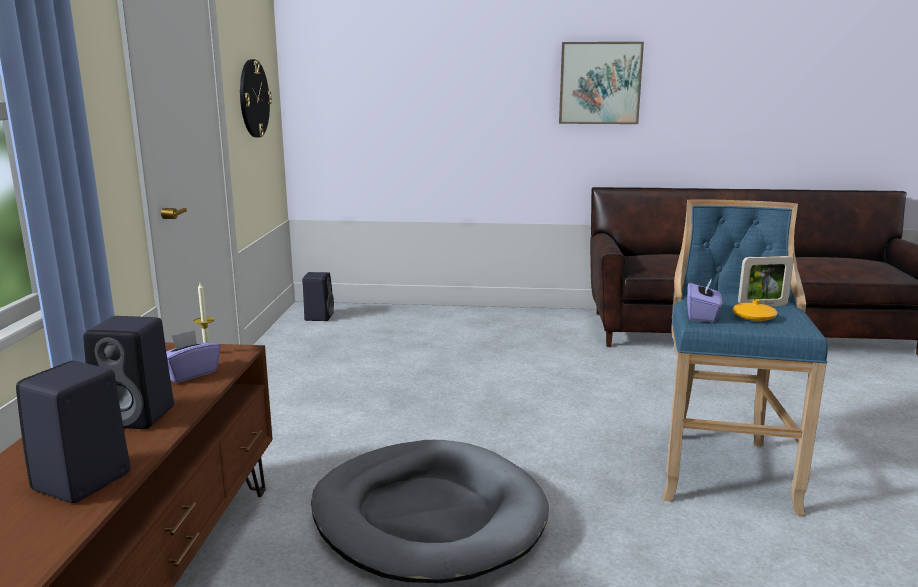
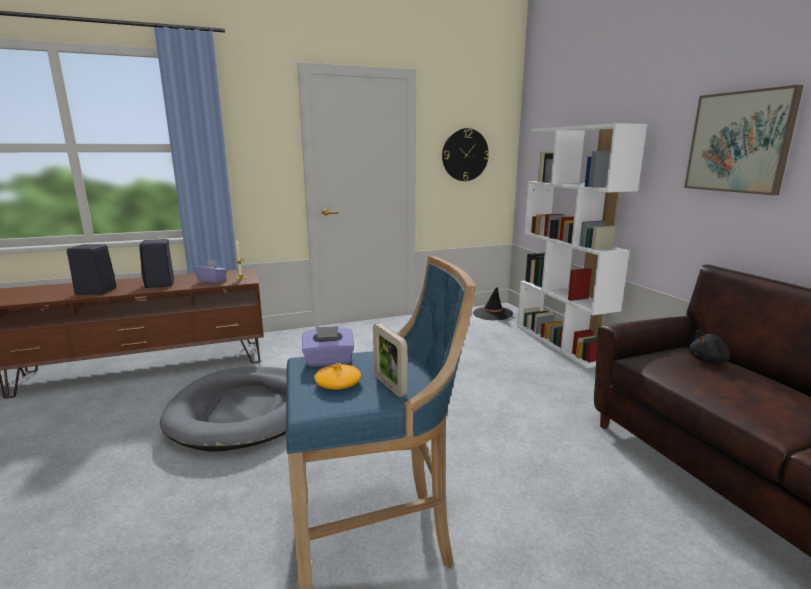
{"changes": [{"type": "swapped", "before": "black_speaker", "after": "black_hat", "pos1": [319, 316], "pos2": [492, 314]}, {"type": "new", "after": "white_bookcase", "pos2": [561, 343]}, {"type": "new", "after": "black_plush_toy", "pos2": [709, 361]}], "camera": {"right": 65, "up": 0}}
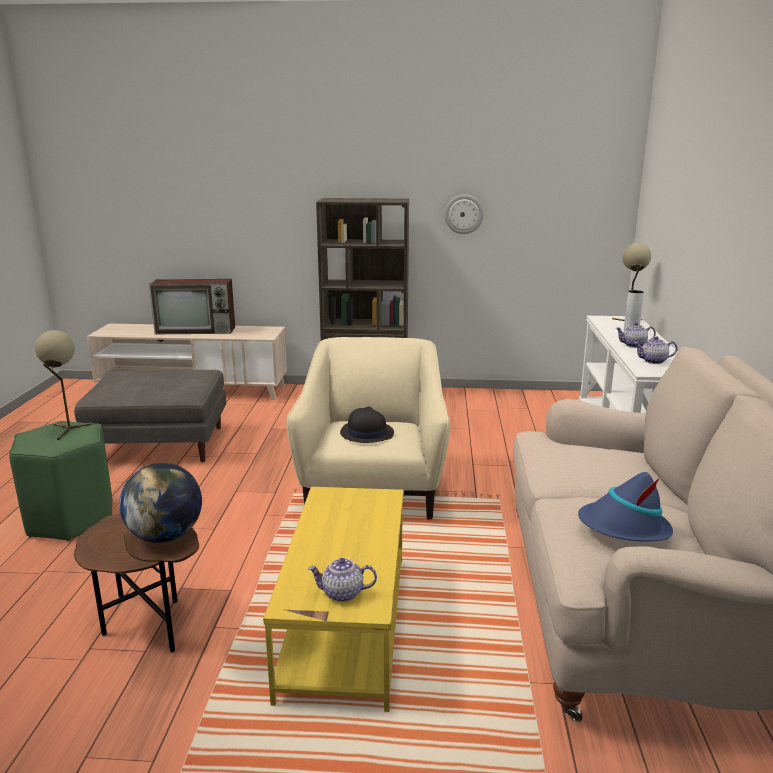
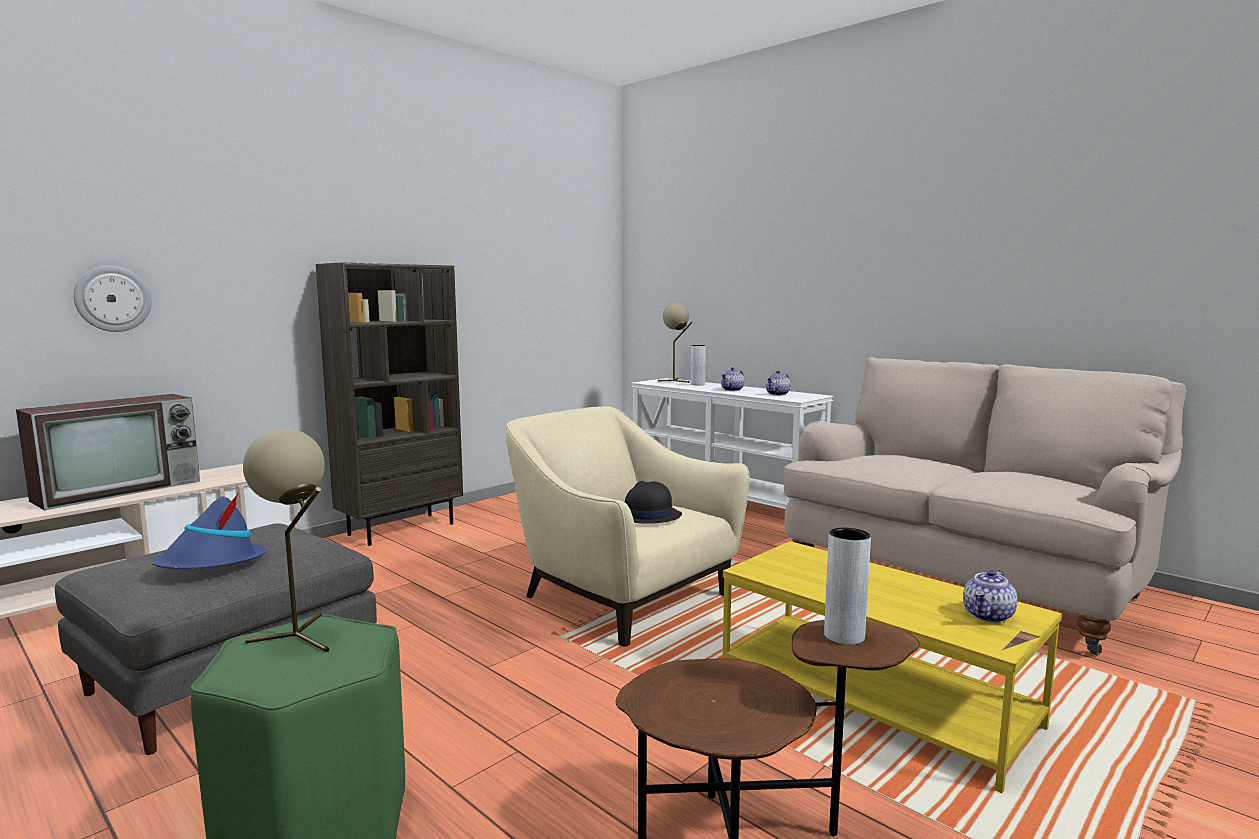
{"changes": [{"type": "shifted", "before": "wall_clock", "pos1": [464, 214], "pos2": [113, 299]}, {"type": "swapped", "before": "globe", "after": "grey_vase", "pos1": [165, 536], "pos2": [844, 636]}, {"type": "shifted", "before": "blue_hat", "pos1": [623, 528], "pos2": [212, 564]}], "camera": {"right": -50, "up": -10}}
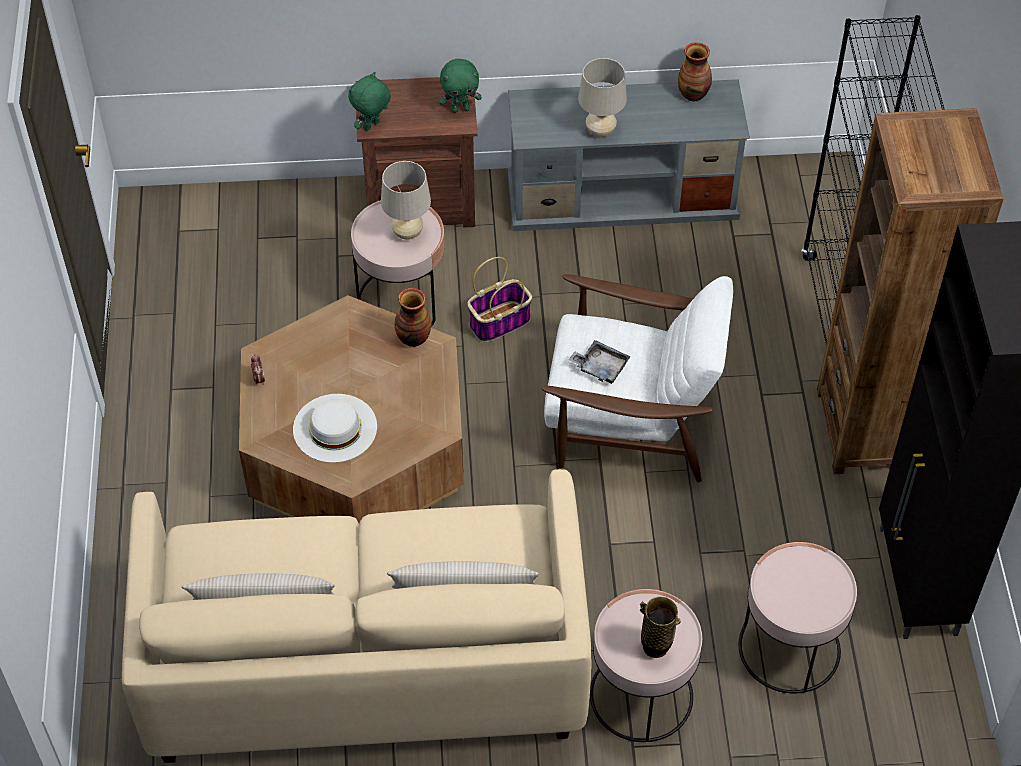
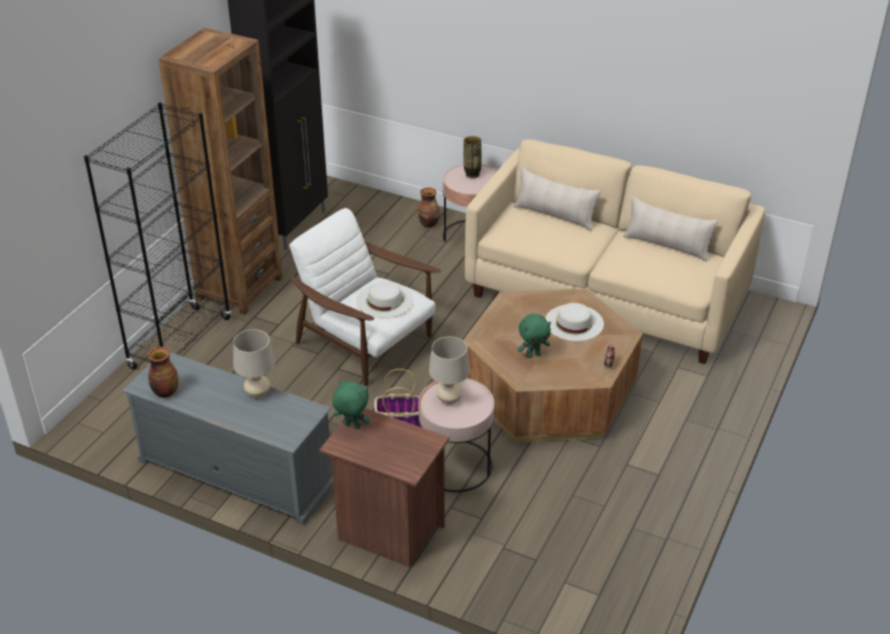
{"changes": [{"type": "shifted", "before": "green_plush_toy", "pos1": [372, 126], "pos2": [533, 355]}, {"type": "shifted", "before": "vase", "pos1": [412, 338], "pos2": [429, 224]}, {"type": "swapped", "before": "grey_tray", "after": "white_hat", "pos1": [600, 367], "pos2": [384, 300]}, {"type": "gone", "before": "pink_side_table", "pos1": [789, 649]}], "camera": {"right": -150, "up": -15}}
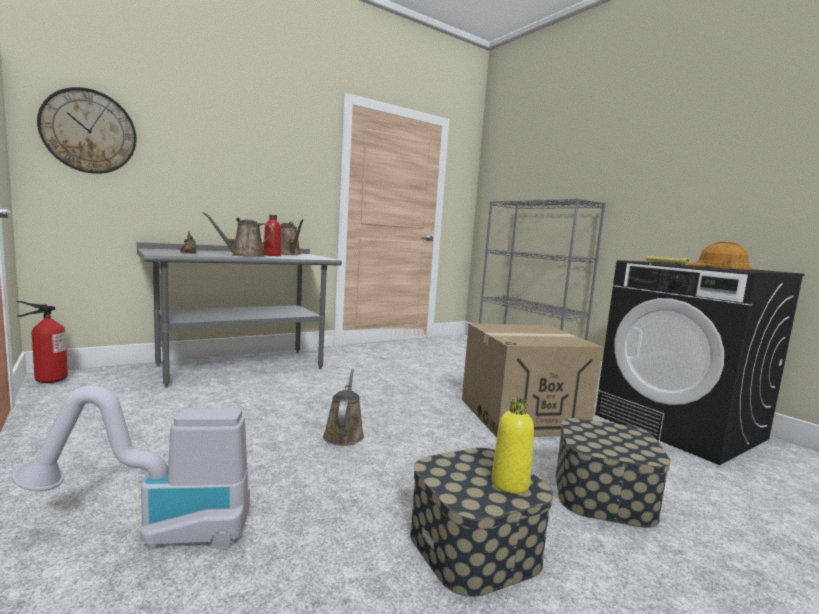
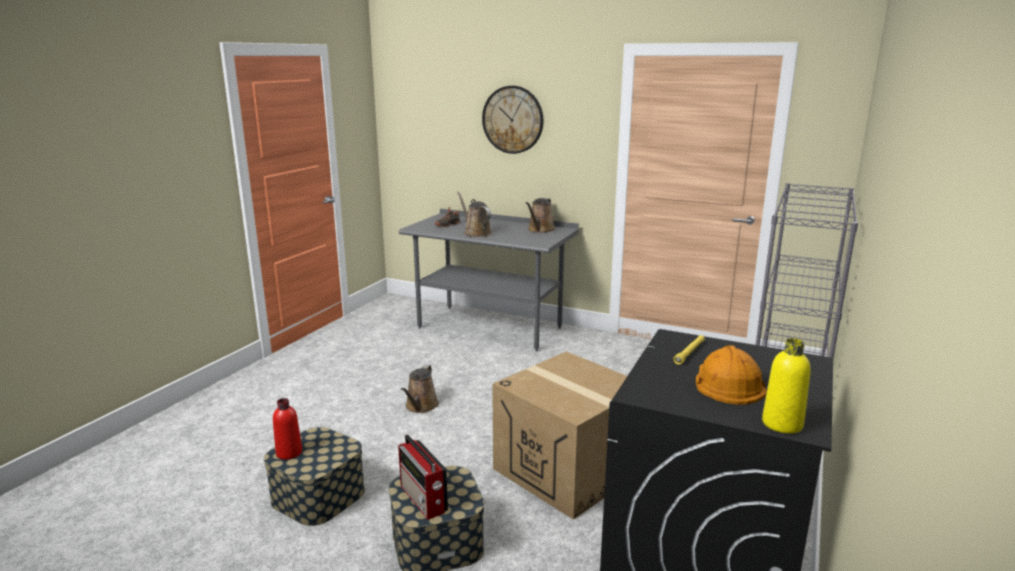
{"changes": [{"type": "shifted", "before": "wall_clock", "pos1": [89, 131], "pos2": [513, 119]}, {"type": "shifted", "before": "red_bottle", "pos1": [272, 255], "pos2": [289, 453]}, {"type": "gone", "before": "fire_extinguisher", "pos1": [49, 380]}, {"type": "rotated", "before": "brown_watering_can", "pos1": [344, 434], "pos2": [420, 406], "turn": 135}, {"type": "gone", "before": "vacuum_cleaner", "pos1": [158, 531]}, {"type": "shifted", "before": "yellow_bottle", "pos1": [510, 484], "pos2": [782, 424]}, {"type": "new", "after": "radio", "pos2": [423, 499]}], "camera": {"right": 60, "up": 10}}
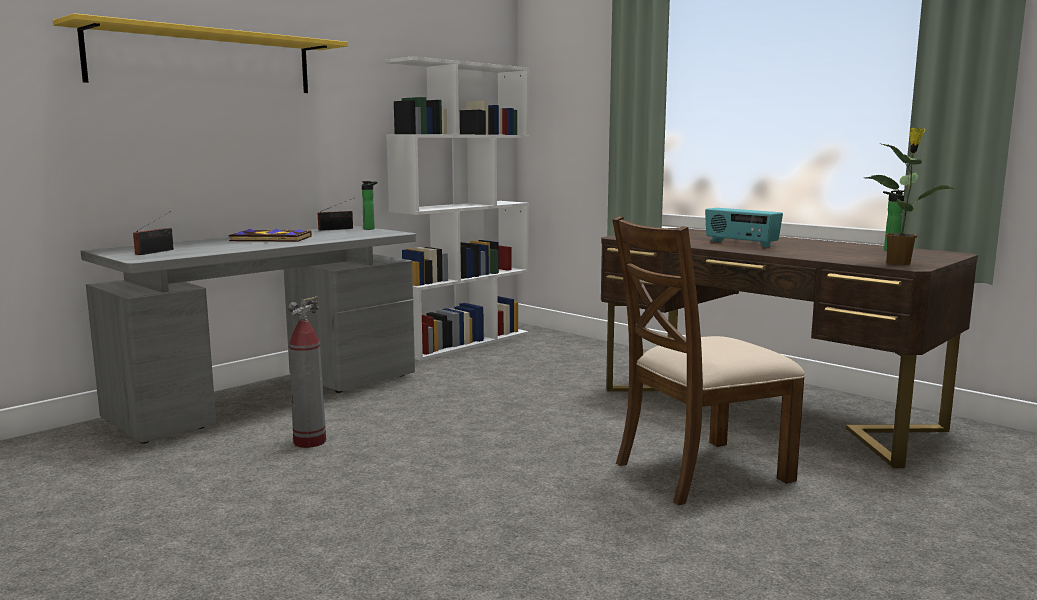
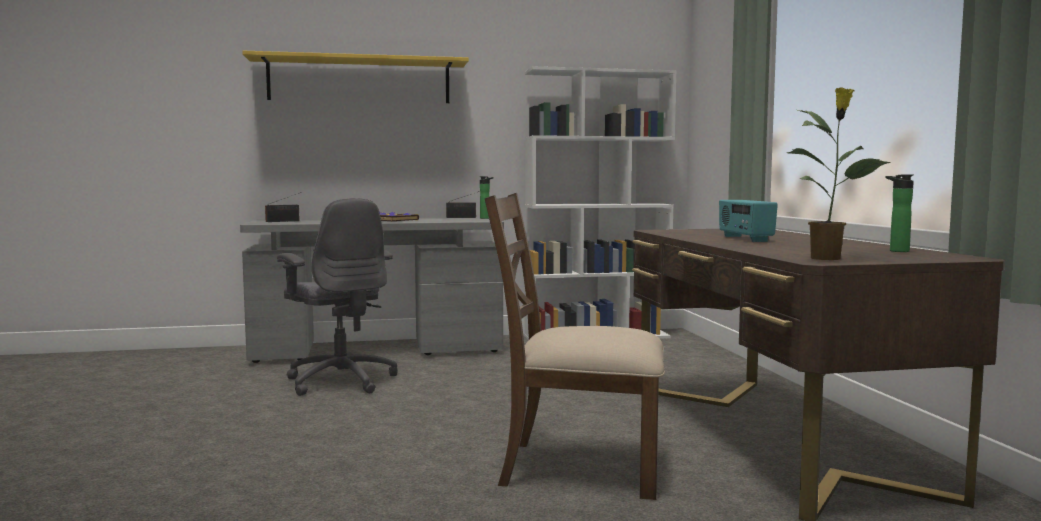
{"changes": [{"type": "swapped", "before": "fire_extinguisher", "after": "grey_office_chair", "pos1": [309, 442], "pos2": [341, 381]}], "camera": {"right": 35, "up": -5}}
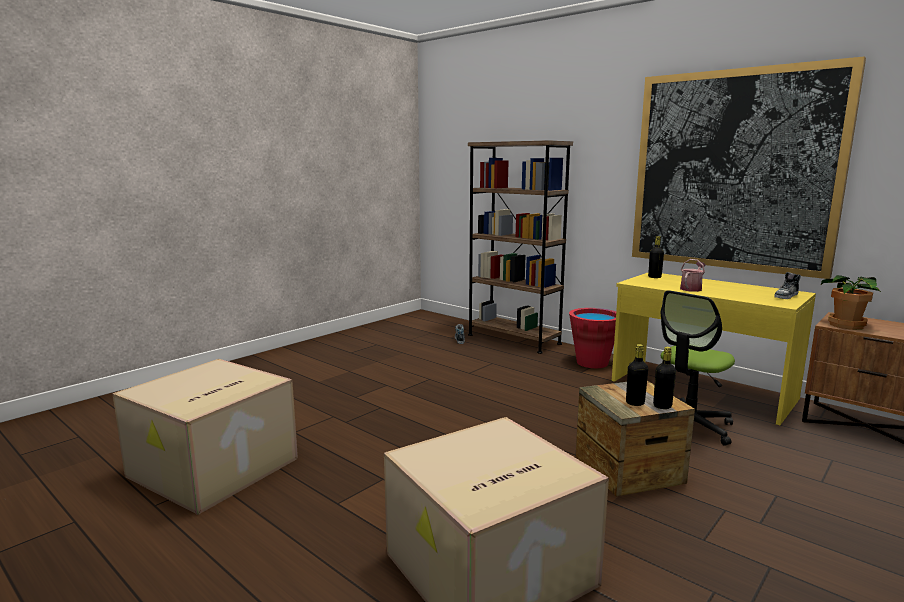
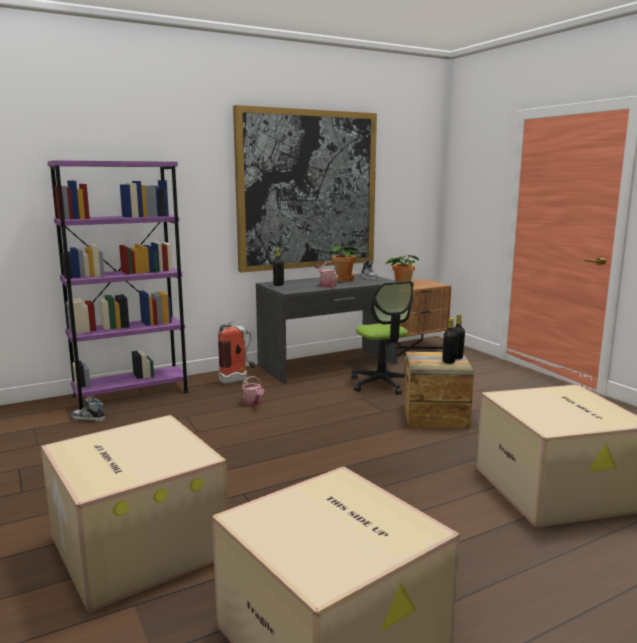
{"changes": [{"type": "repainted", "before": "brown_bookcase", "after": "purple_bookcase", "pos1": [513, 339], "pos2": [131, 394]}, {"type": "repainted", "before": "yellow_desk", "after": "grey_desk", "pos1": [701, 390], "pos2": [328, 365]}, {"type": "swapped", "before": "red_bucket", "after": "fire_extinguisher", "pos1": [592, 363], "pos2": [238, 380]}, {"type": "new", "after": "potted_plant", "pos2": [344, 279]}, {"type": "new", "after": "watering_can", "pos2": [253, 403]}, {"type": "new", "after": "cardboard_box", "pos2": [135, 545]}], "camera": {"right": -70, "up": 0}}
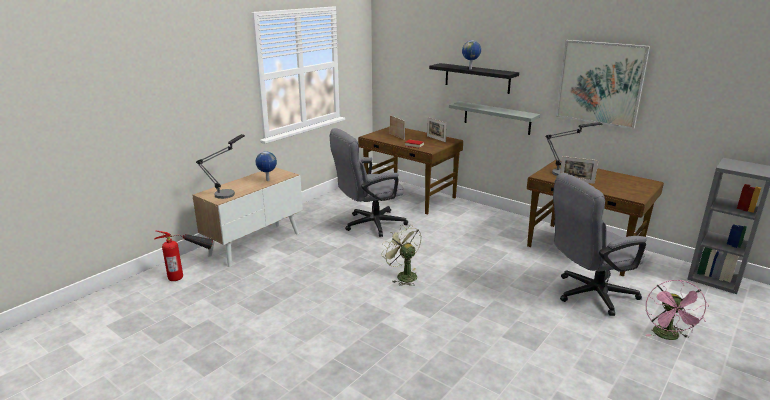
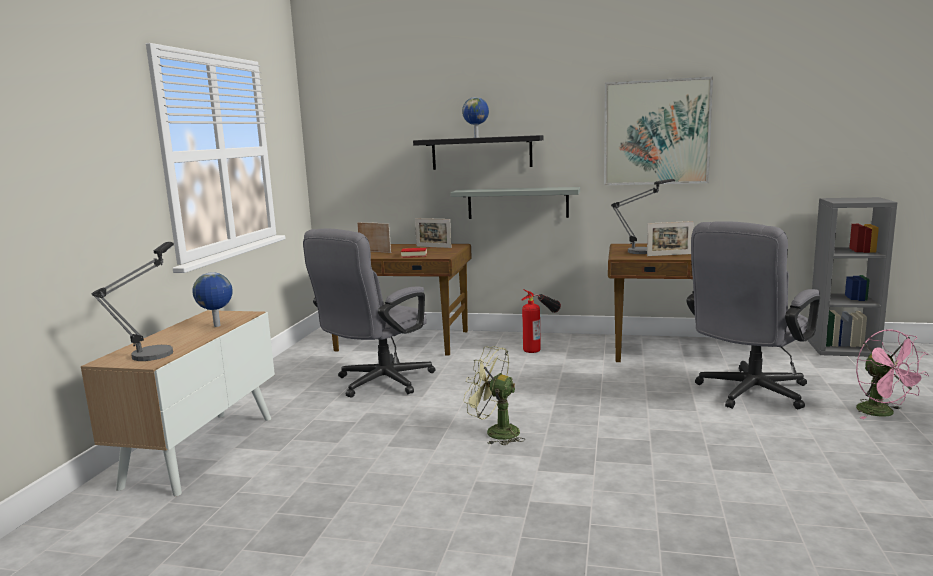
{"changes": [{"type": "shifted", "before": "fire_extinguisher", "pos1": [190, 274], "pos2": [540, 346]}], "camera": {"right": -25, "up": -10}}
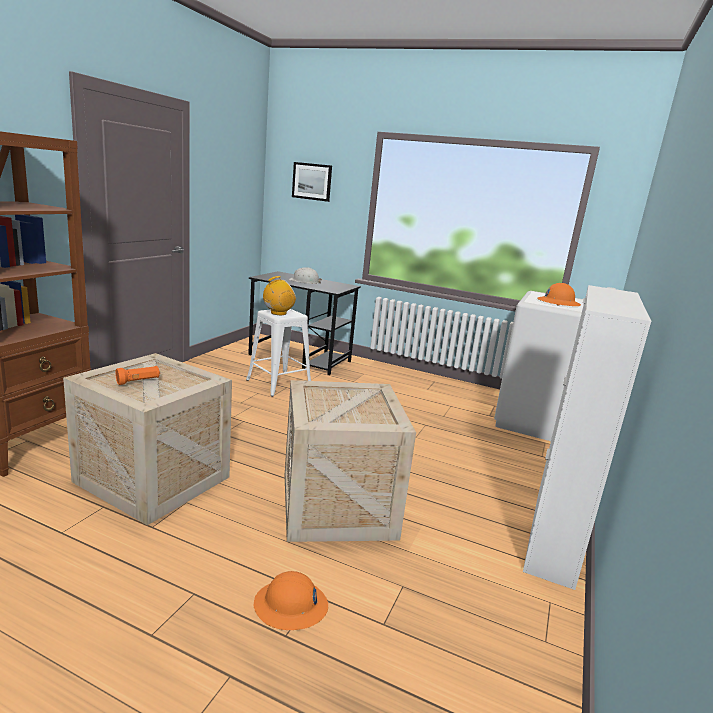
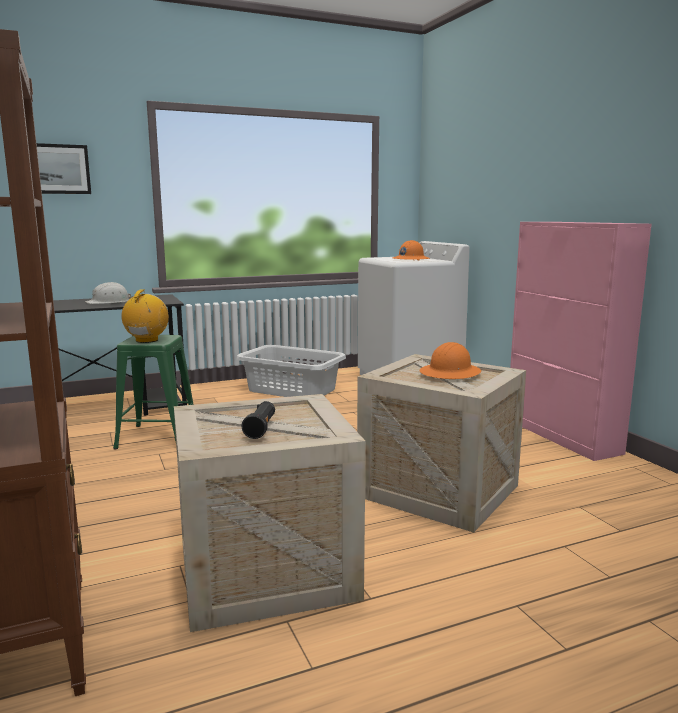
{"changes": [{"type": "repainted", "before": "white_cabinet", "after": "pink_cabinet", "pos1": [553, 537], "pos2": [561, 436]}, {"type": "repainted", "before": "white_stool", "after": "green_stool", "pos1": [279, 383], "pos2": [158, 437]}, {"type": "repainted", "before": "orange_flashlight", "after": "black_flashlight", "pos1": [138, 381], "pos2": [261, 429]}, {"type": "shifted", "before": "orange_hard_hat", "pos1": [291, 606], "pos2": [450, 373]}, {"type": "new", "after": "grey_laundry_basket", "pos2": [291, 390]}], "camera": {"right": -45, "up": -5}}
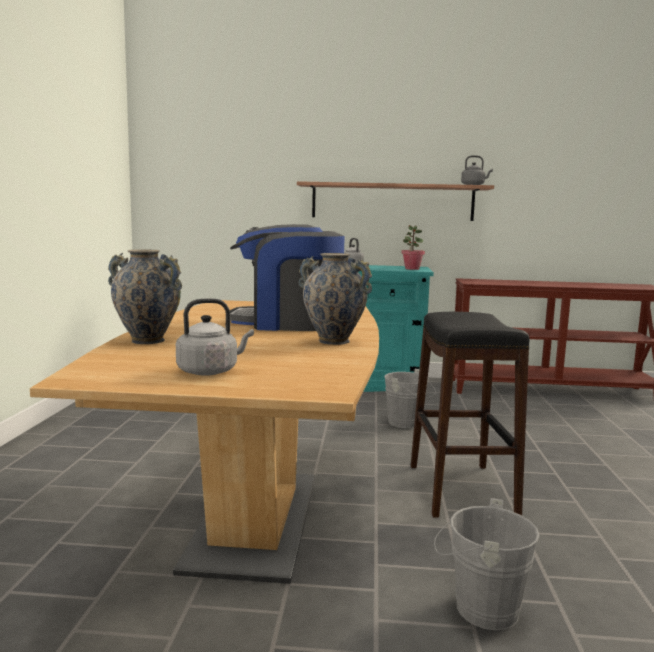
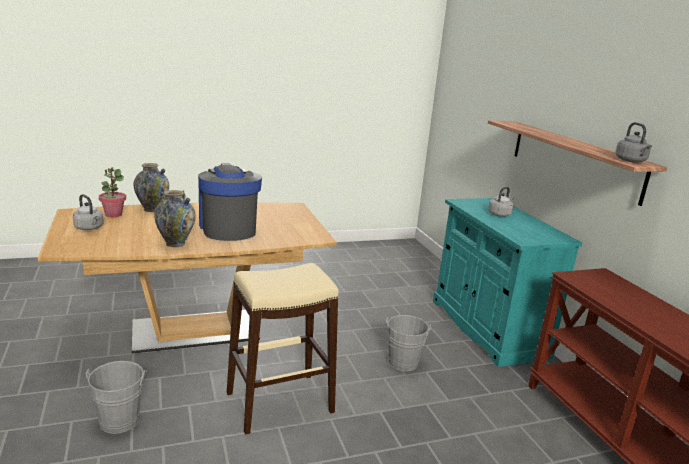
{"changes": [{"type": "shifted", "before": "potted_plant", "pos1": [412, 269], "pos2": [113, 214]}, {"type": "repainted", "before": "black_stool", "after": "beige_stool", "pos1": [461, 490], "pos2": [279, 403]}], "camera": {"right": 65, "up": 10}}
